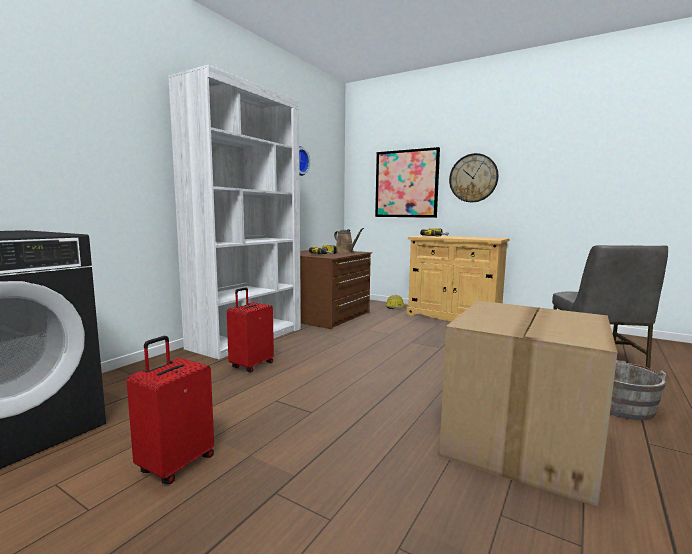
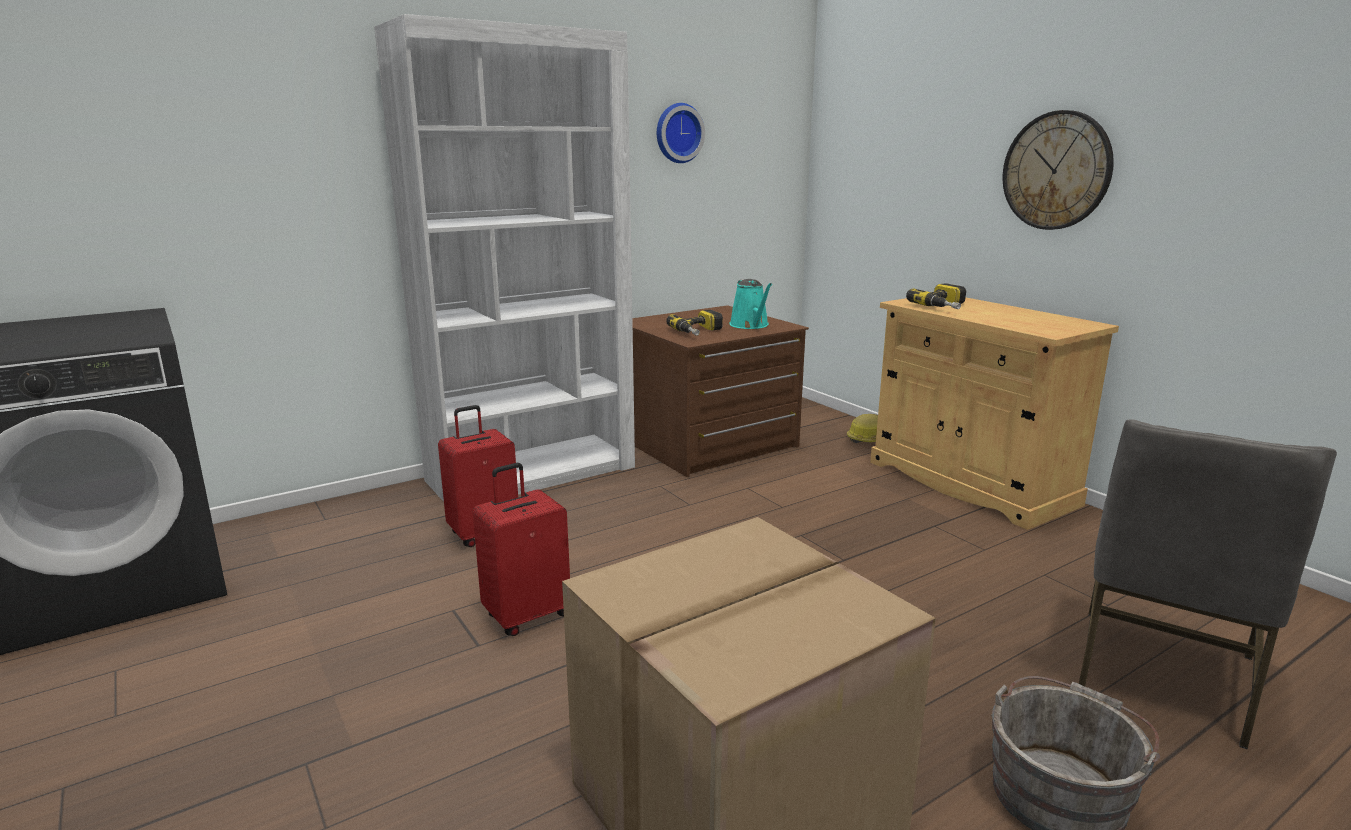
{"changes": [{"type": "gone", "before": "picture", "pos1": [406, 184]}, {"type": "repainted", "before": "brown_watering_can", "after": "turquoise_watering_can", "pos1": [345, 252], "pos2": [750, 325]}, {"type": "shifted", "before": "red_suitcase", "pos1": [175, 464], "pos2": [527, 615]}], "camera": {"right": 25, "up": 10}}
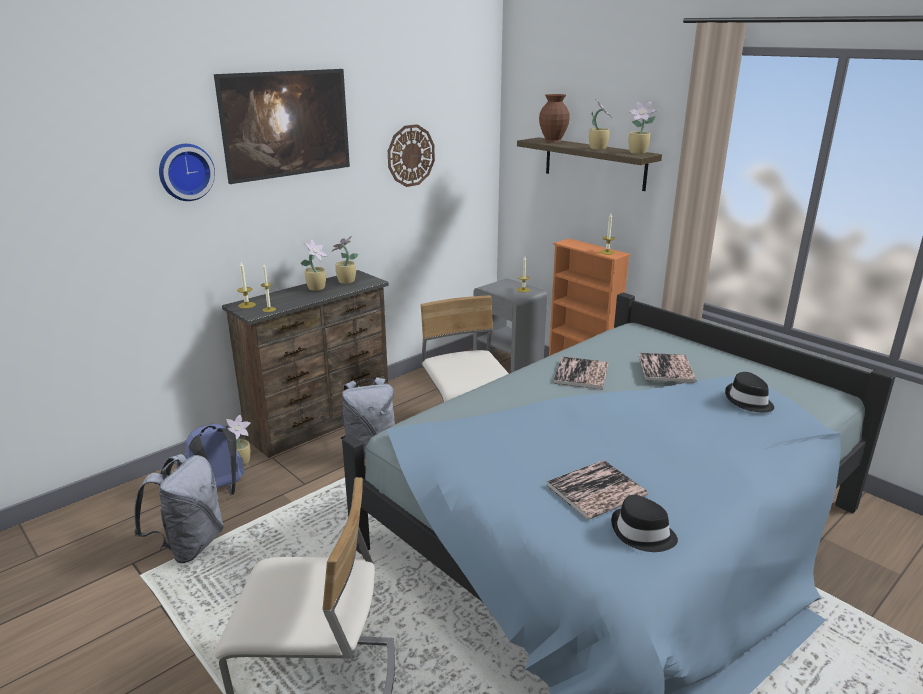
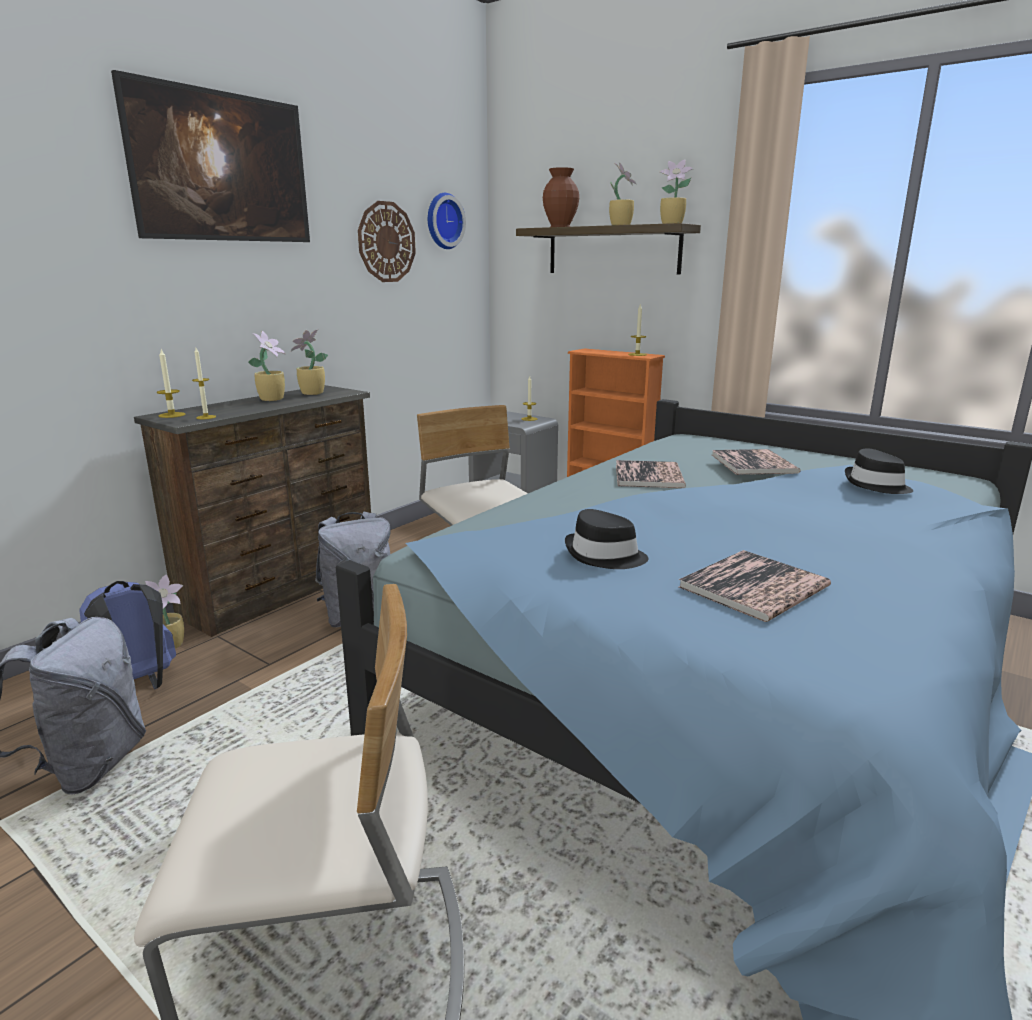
{"changes": [{"type": "shifted", "before": "wall_clock", "pos1": [185, 172], "pos2": [442, 221]}, {"type": "shifted", "before": "black_hat", "pos1": [642, 533], "pos2": [604, 556]}], "camera": {"right": -10, "up": -5}}
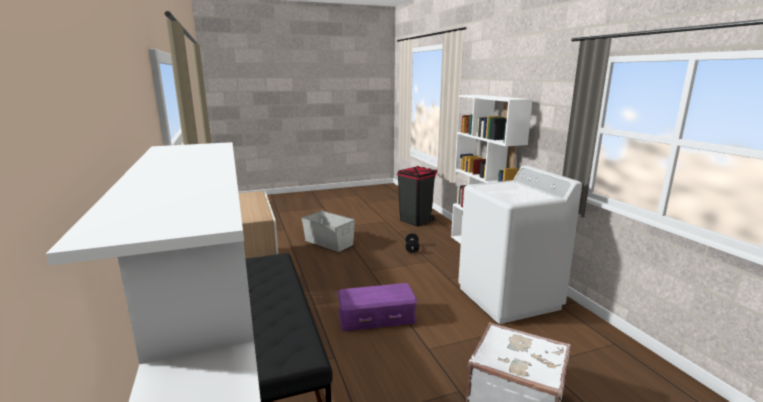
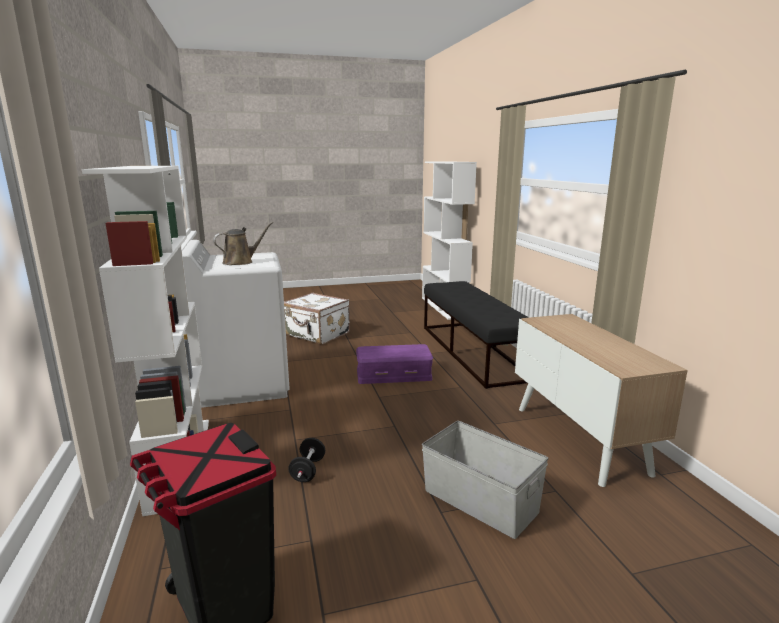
{"changes": [{"type": "new", "after": "brown_watering_can", "pos2": [241, 262]}], "camera": {"right": -175, "up": 0}}
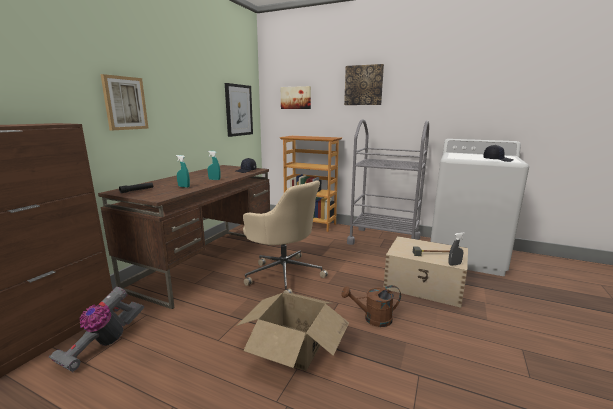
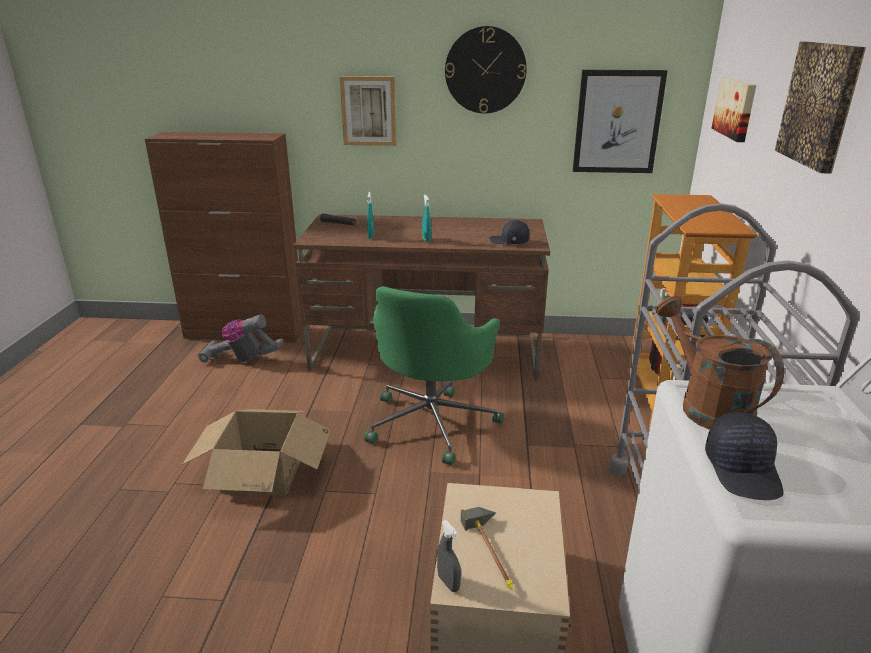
{"changes": [{"type": "repainted", "before": "beige_office_chair", "after": "green_office_chair", "pos1": [284, 274], "pos2": [432, 422]}, {"type": "shifted", "before": "brown_watering_can", "pos1": [373, 319], "pos2": [706, 406]}, {"type": "new", "after": "wall_clock", "pos2": [485, 70]}], "camera": {"right": 70, "up": 10}}
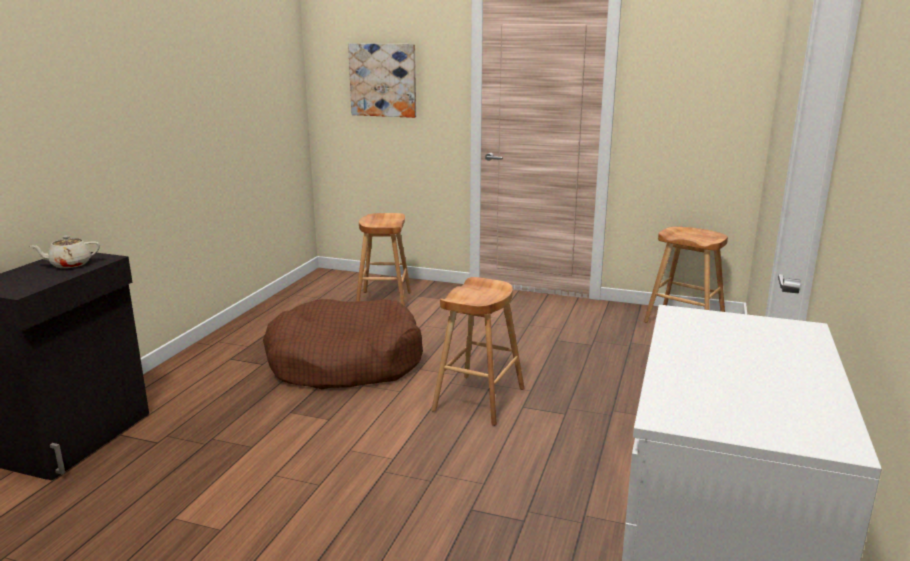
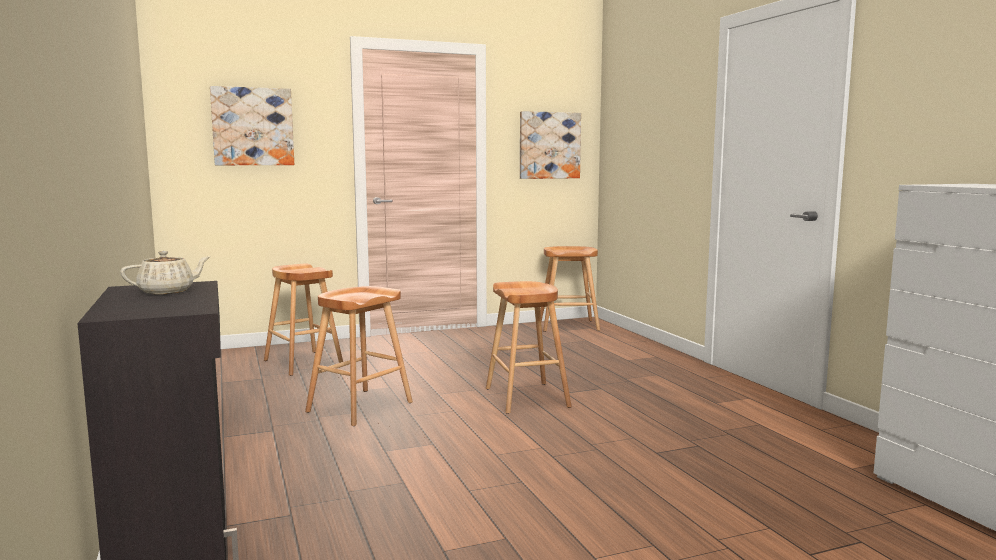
{"changes": [{"type": "rotated", "before": "beige_teapot", "pos1": [69, 264], "pos2": [168, 291], "turn": -150}, {"type": "swapped", "before": "brown_dog_bed", "after": "brown_stool", "pos1": [345, 362], "pos2": [359, 407]}, {"type": "new", "after": "picture", "pos2": [549, 145]}], "camera": {"right": -40, "up": -10}}
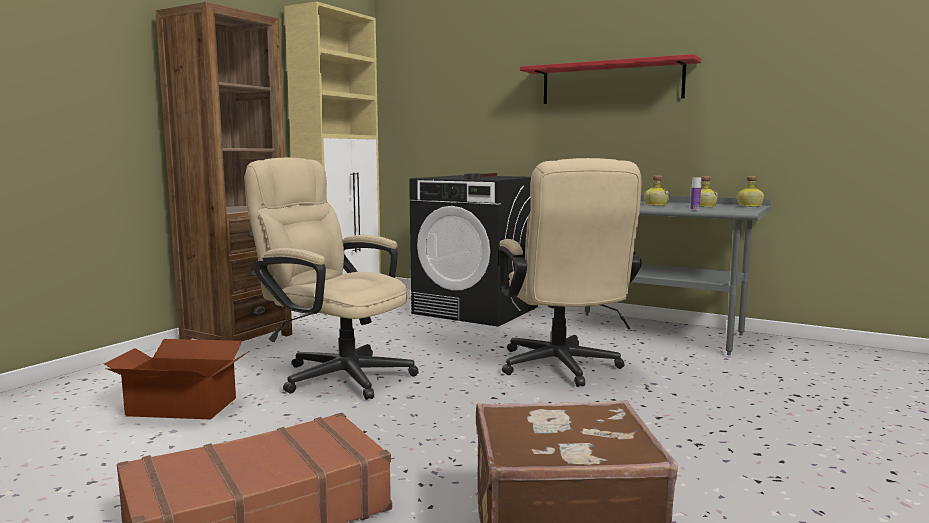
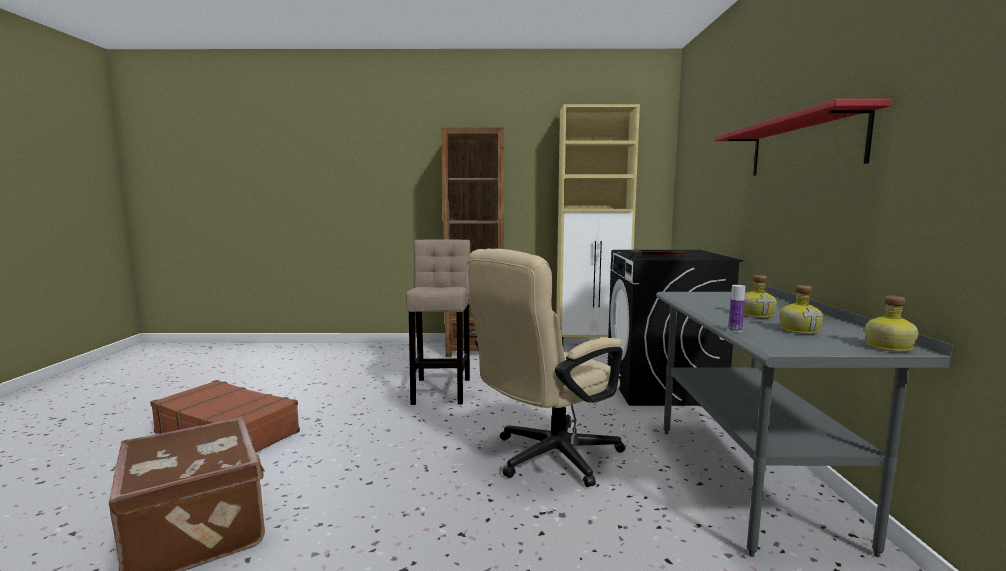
{"changes": [{"type": "swapped", "before": "beige_office_chair", "after": "beige_stool", "pos1": [336, 374], "pos2": [441, 389]}, {"type": "gone", "before": "cardboard_box", "pos1": [182, 406]}], "camera": {"right": 60, "up": 0}}
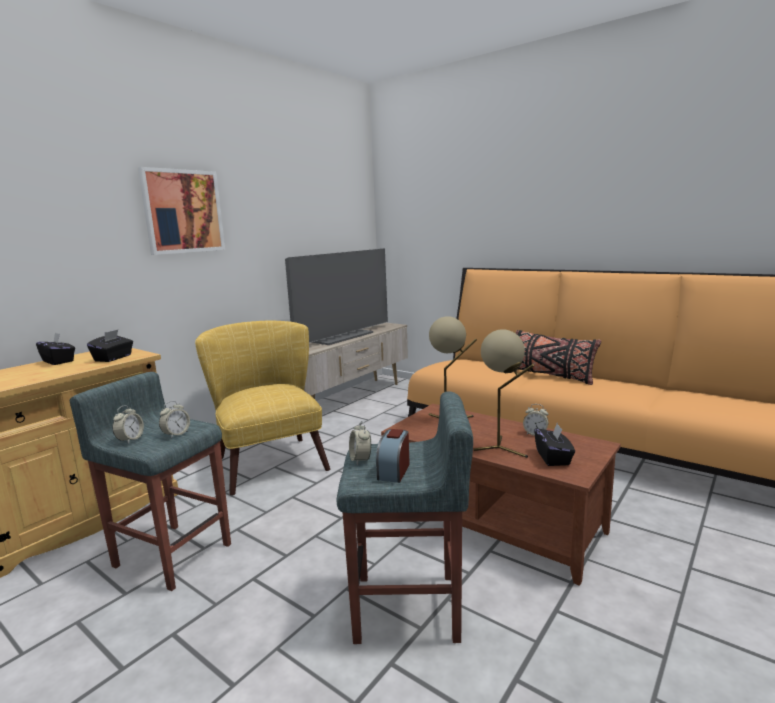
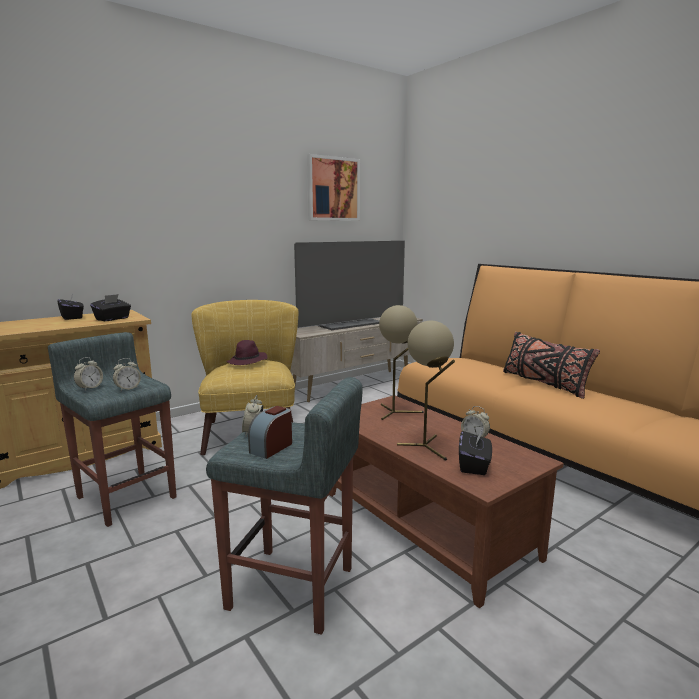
{"changes": [{"type": "shifted", "before": "picture", "pos1": [183, 211], "pos2": [333, 189]}, {"type": "new", "after": "purple_hat", "pos2": [247, 362]}], "camera": {"right": 15, "up": 0}}
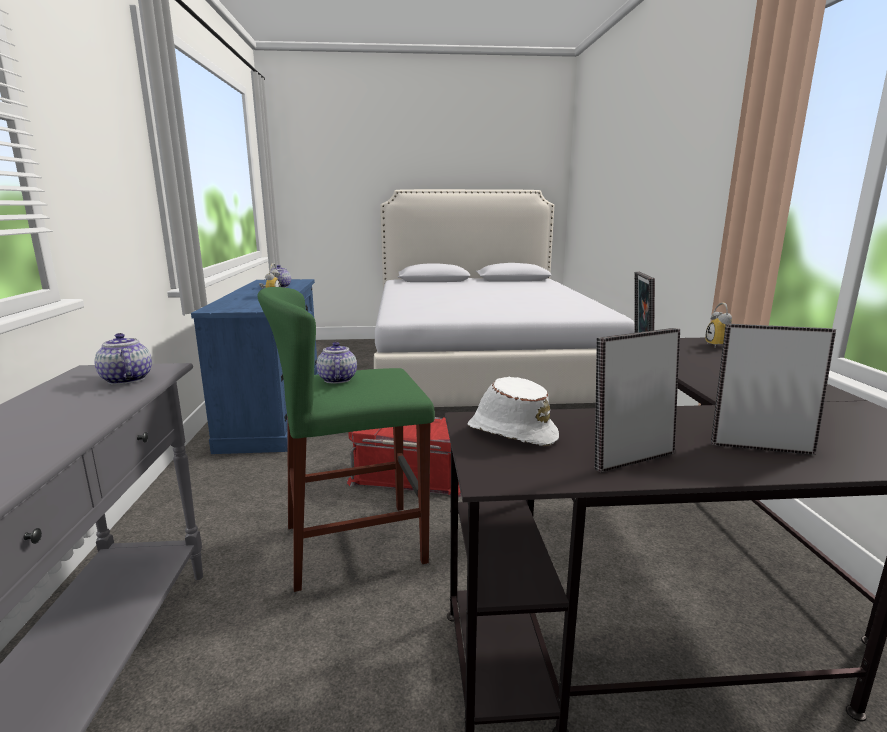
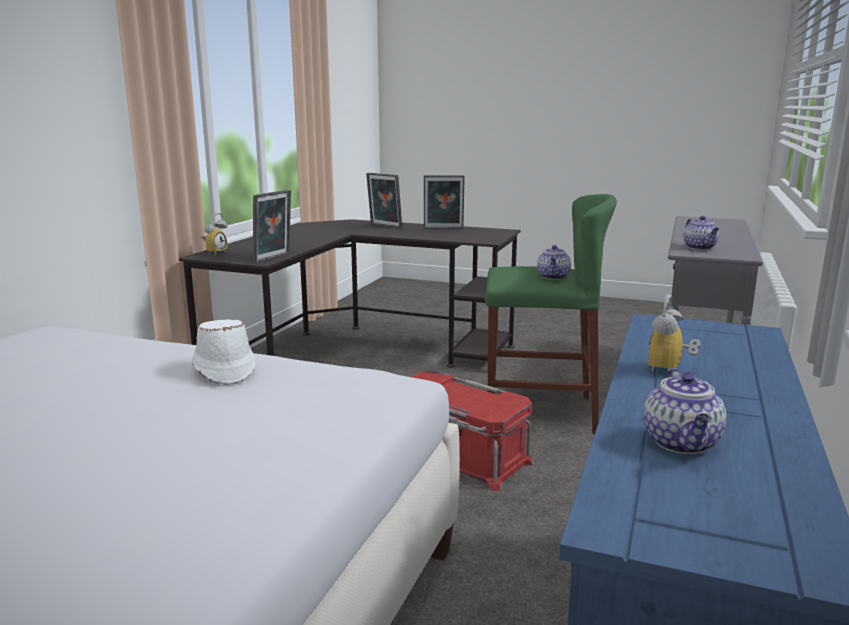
{"changes": [{"type": "shifted", "before": "white_hat", "pos1": [511, 432], "pos2": [223, 369]}], "camera": {"right": -155, "up": 0}}
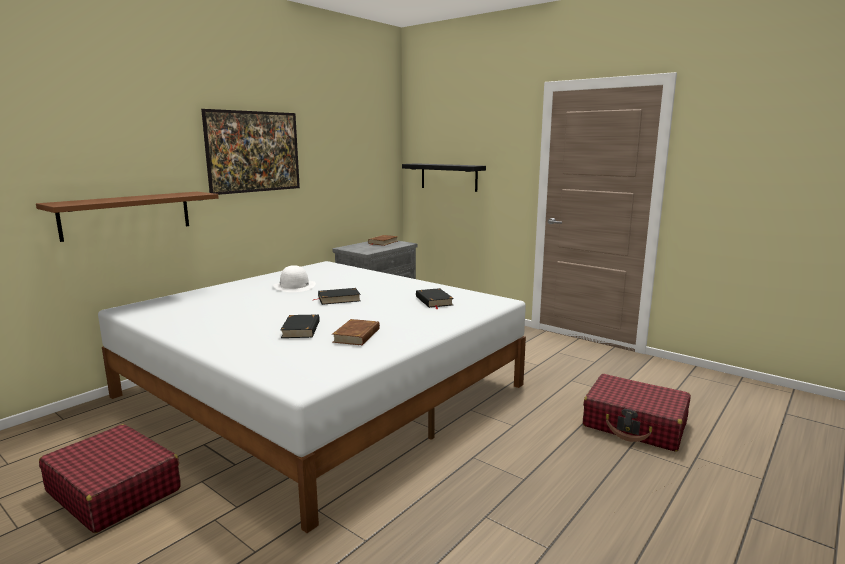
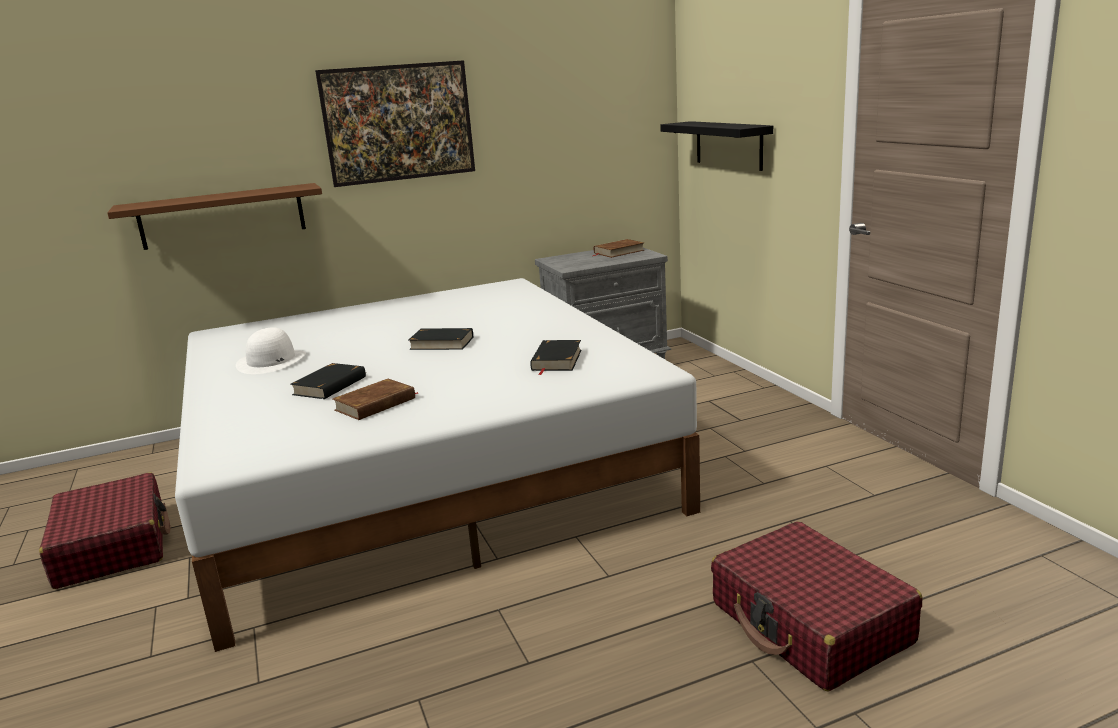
{"changes": [{"type": "shifted", "before": "white_hat", "pos1": [294, 286], "pos2": [271, 361]}], "camera": {"right": 30, "up": 5}}
